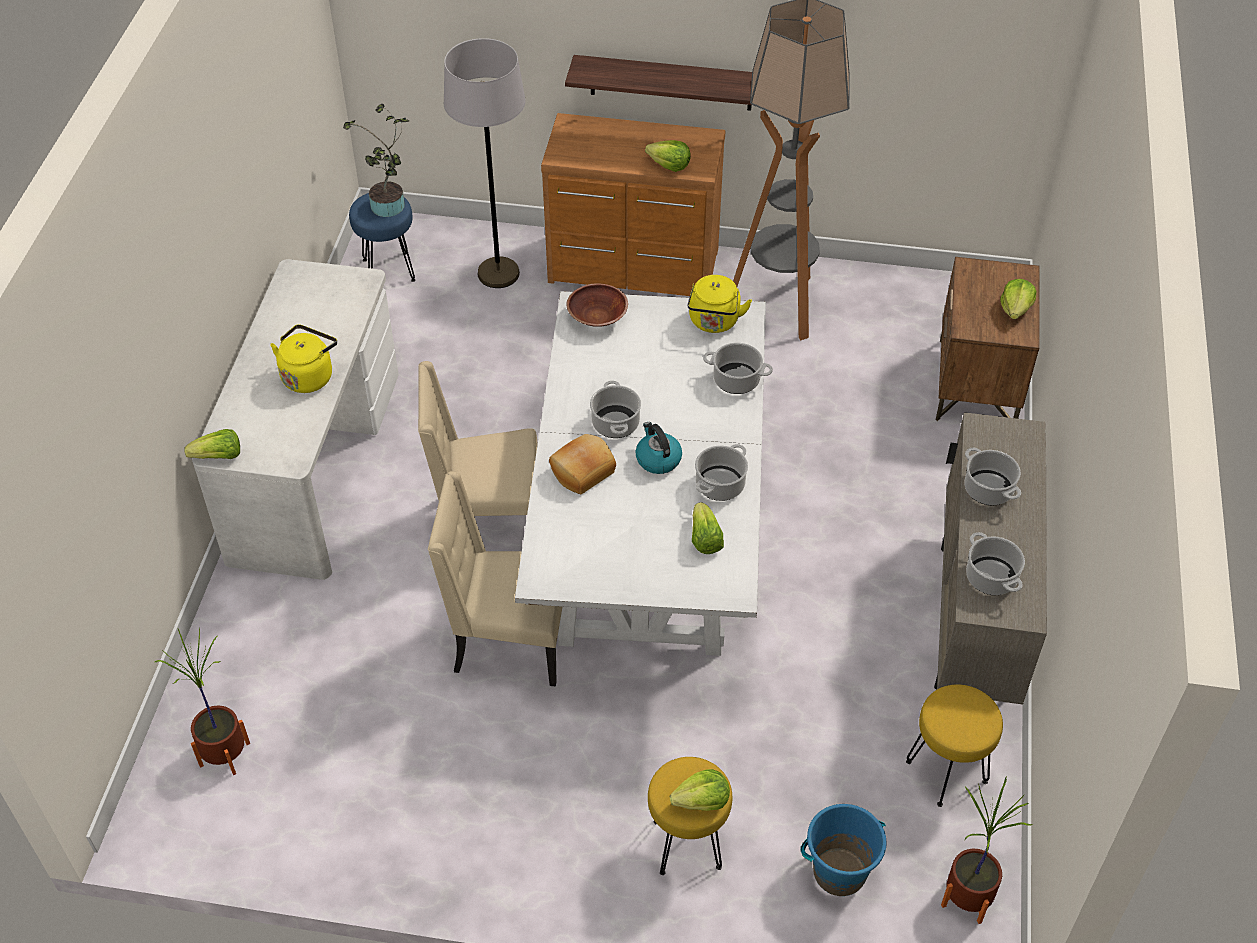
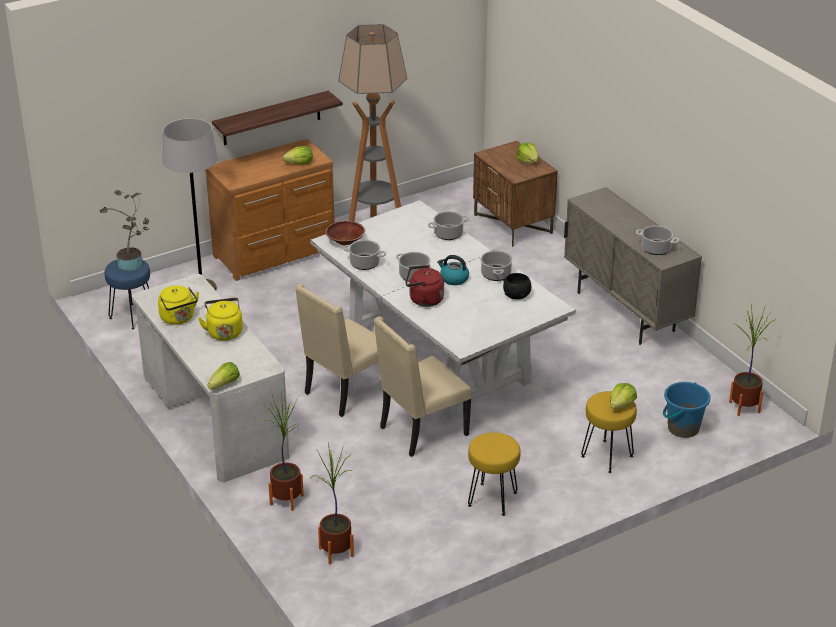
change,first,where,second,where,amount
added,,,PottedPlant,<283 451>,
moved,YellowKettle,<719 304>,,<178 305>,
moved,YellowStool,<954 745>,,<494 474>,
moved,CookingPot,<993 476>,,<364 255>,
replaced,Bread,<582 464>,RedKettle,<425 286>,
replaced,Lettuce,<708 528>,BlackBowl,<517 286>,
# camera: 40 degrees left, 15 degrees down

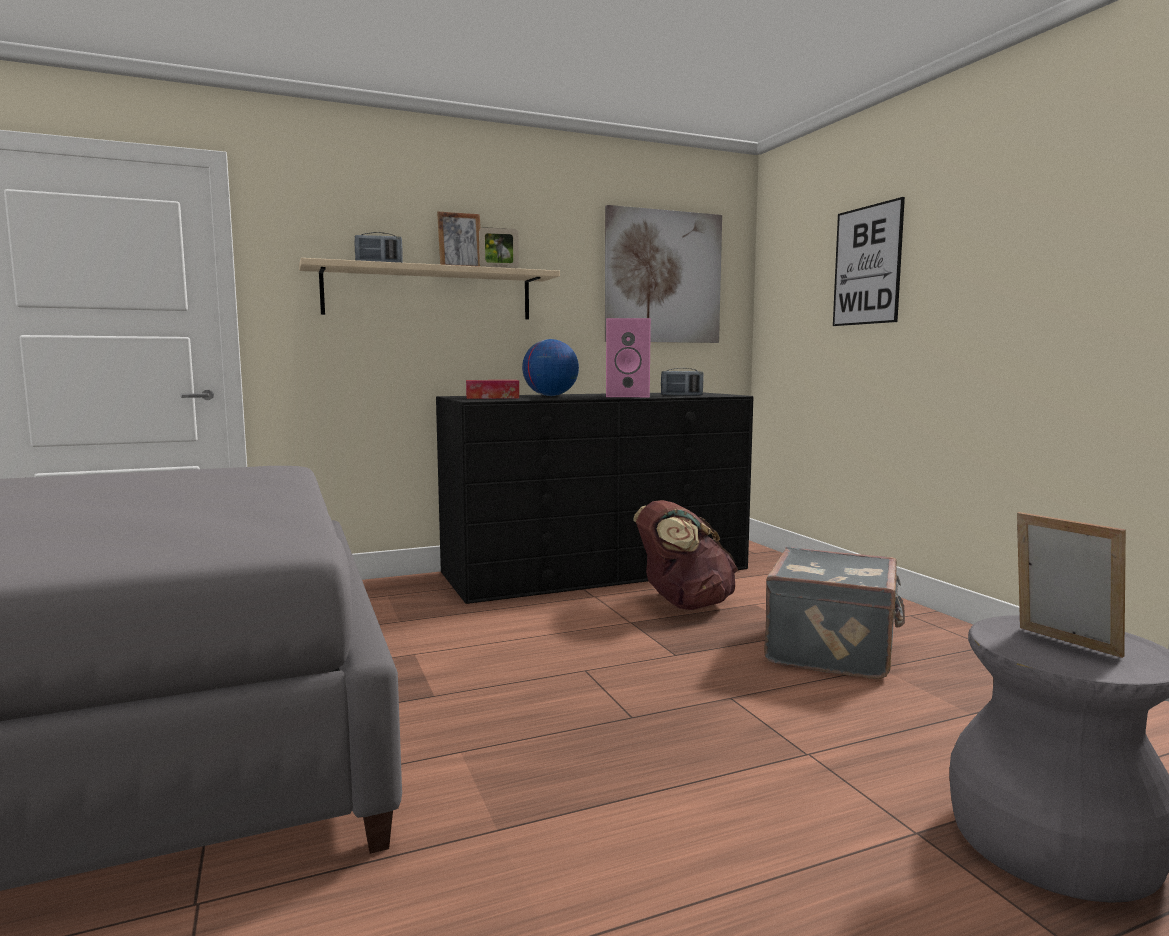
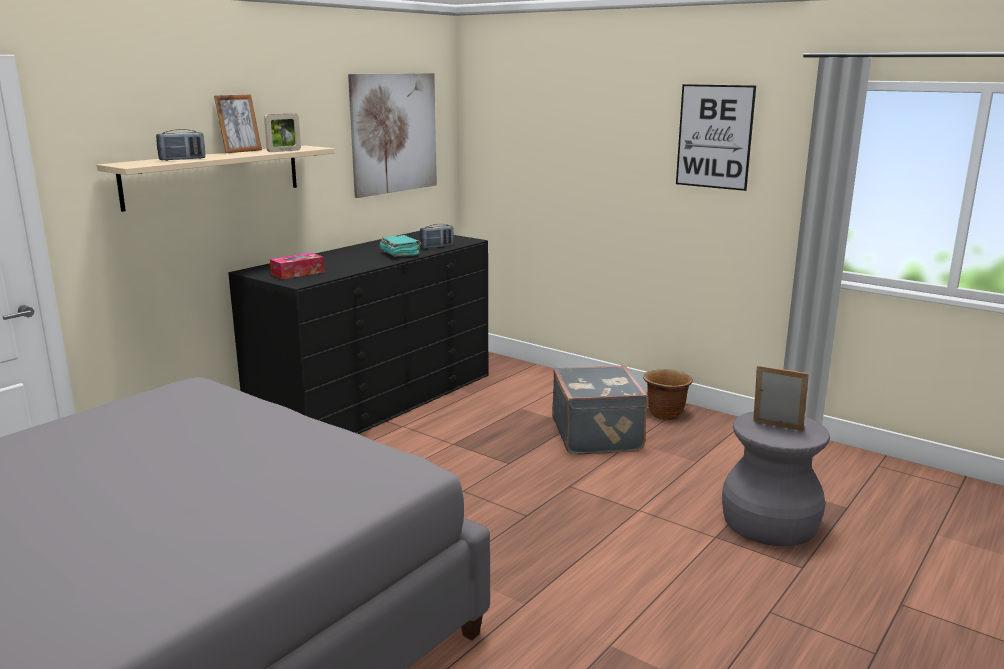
change,first,where,second,where,amount
removed,Globe,<550 367>,,,
removed,BrownBackpack,<685 555>,,,
added,,,BrownPlanter,<668 394>,
moved,Picture,<869 261>,,<716 137>,
replaced,PinkSpeaker,<628 357>,TurquoiseBook,<400 246>,
# camera: 30 degrees left, 10 degrees up

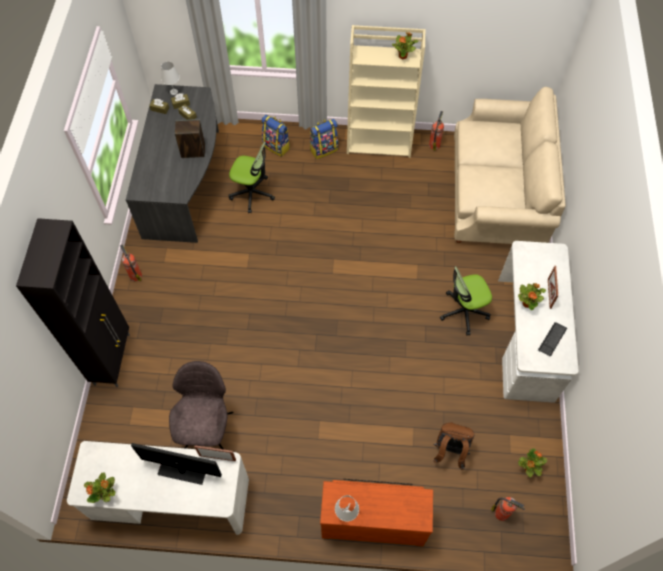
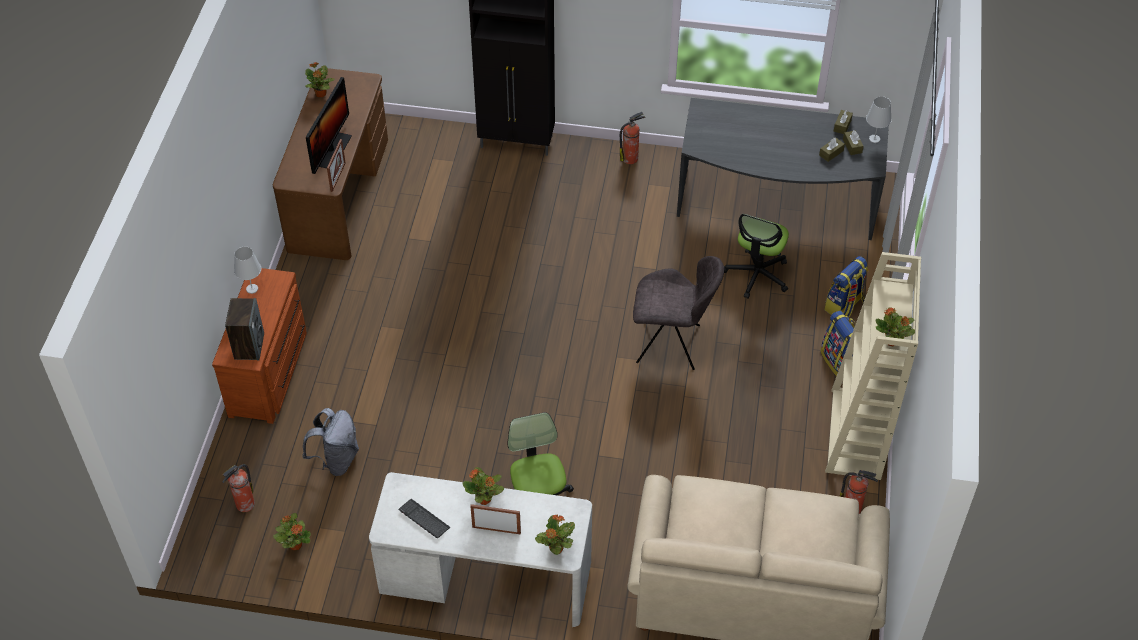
change,first,where,second,where,amount
added,,,PottedPlant,<555 535>,
moved,GreyChair,<201 405>,,<678 313>,
moved,Speaker,<190 138>,,<244 329>,
recoloured,WhiteDesk,<158 488>,BrownDesk,<330 164>,
recoloured,BrownBackpack,<454 446>,GreyBackpack,<330 442>,
# camera: 95 degrees right, 10 degrees down

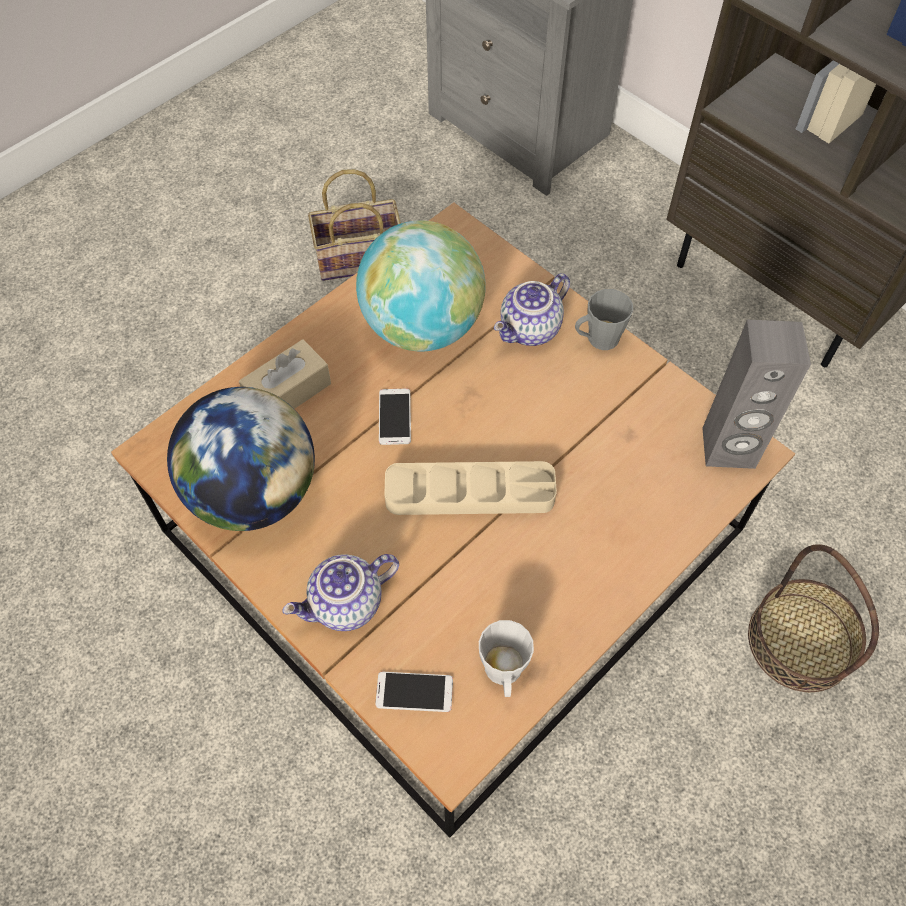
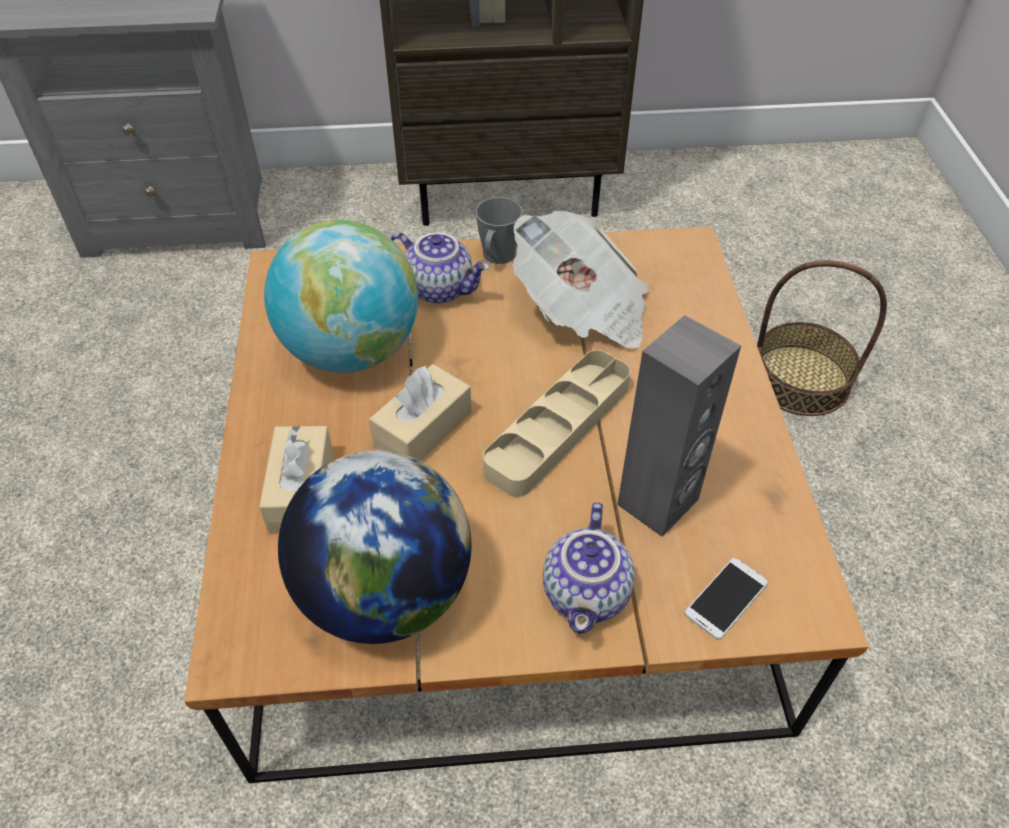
change,first,where,second,where,amount
removed,Basket,<354 225>,,,
removed,GreyMug,<506 658>,,,
added,,,Newspaper,<580 280>,
moved,GreySpeaker,<756 394>,,<679 426>,
replaced,Phone,<395 417>,BeigeTissueBox,<420 412>,
turned,Teapot,<532 309>,,<440 268>,60 degrees counterclockwise
# camera: 50 degrees left, 10 degrees down

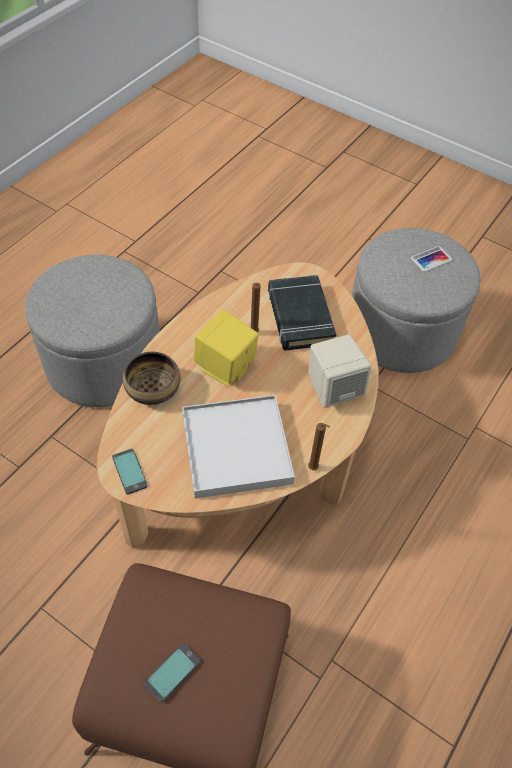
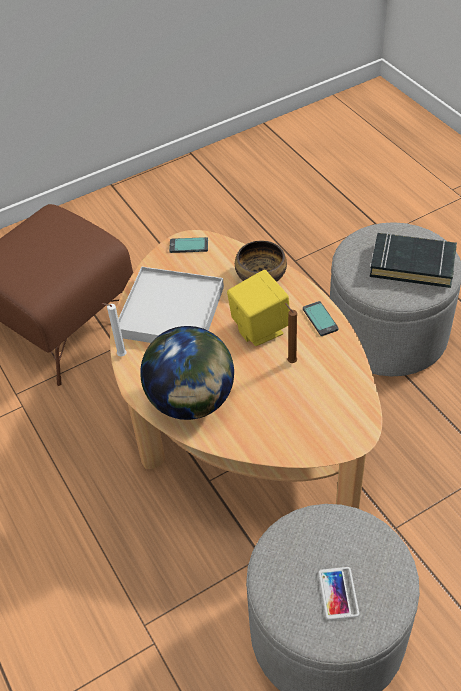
change,first,where,second,where,amount
moved,Phone,<173 672>,,<320 318>,
moved,BlackBook,<302 313>,,<413 260>,
replaced,BeigeSpeaker,<339 371>,Globe,<187 373>,
recoloured,BrownCandle,<319 446>,WhiteCandle,<114 330>,
# camera: 120 degrees right, 5 degrees down

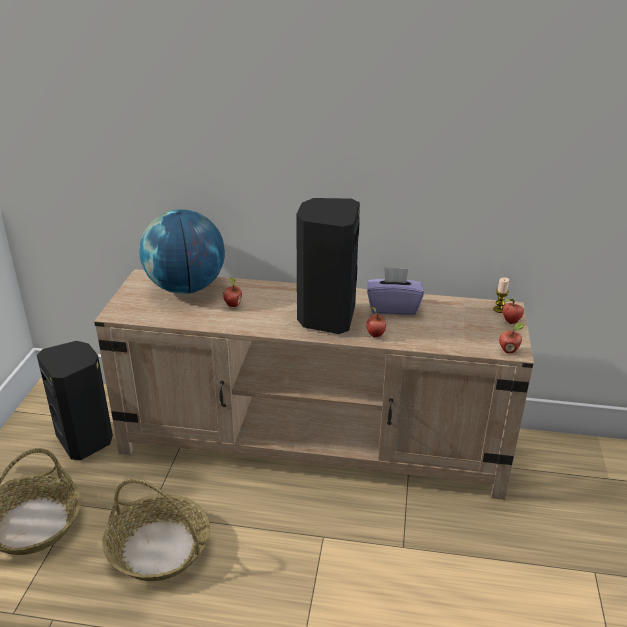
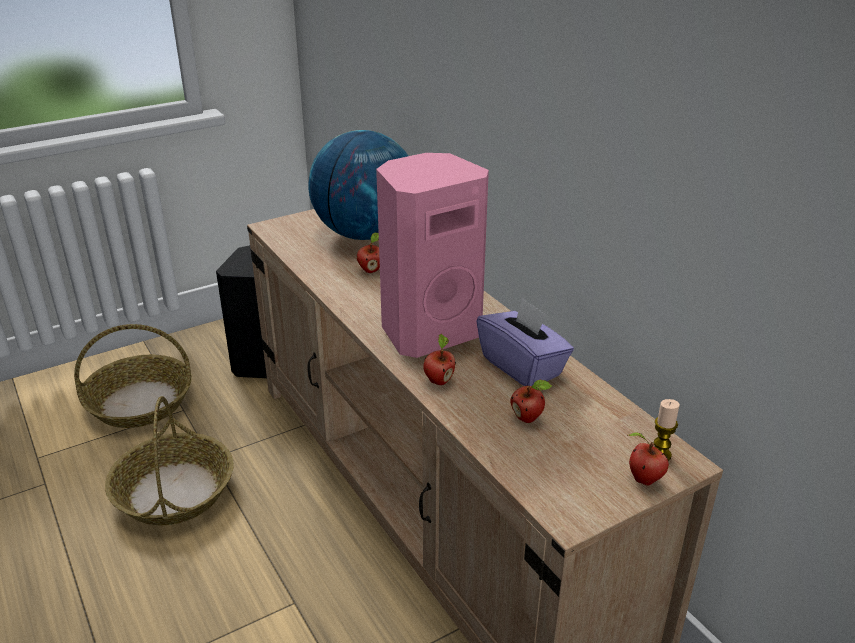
change,first,where,second,where,amount
moved,Apple,<511 338>,,<531 401>,
recoloured,BlackSpeaker,<328 266>,PinkSpeaker,<432 255>,
# camera: 50 degrees right, 0 degrees up

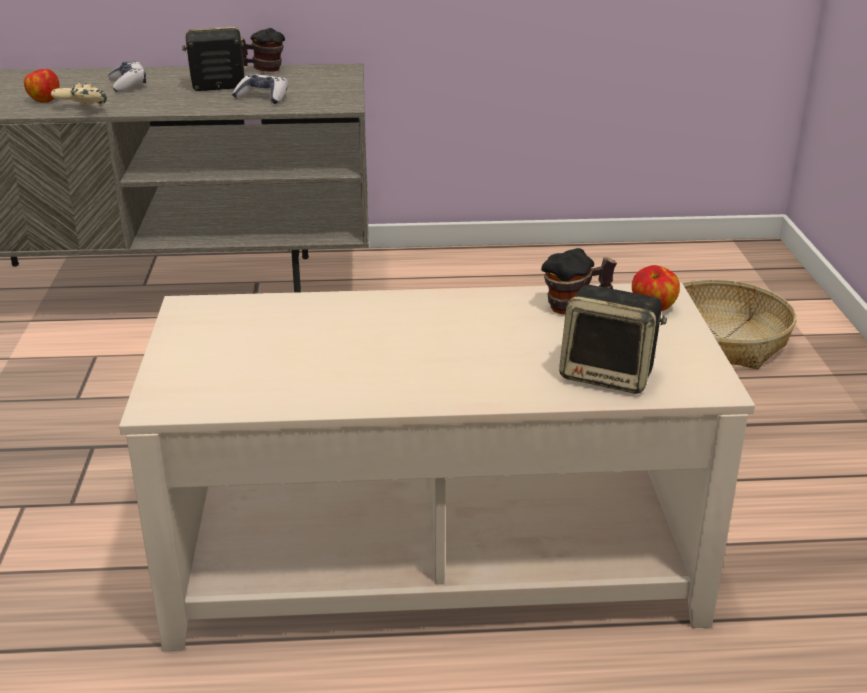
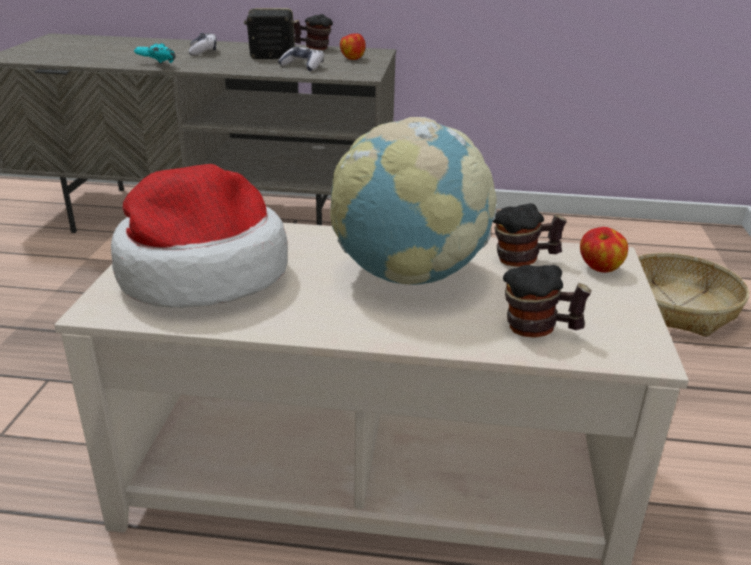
change,first,where,second,where,amount
added,,,Hat,<199 236>,
added,,,Globe,<413 201>,
moved,Apple,<41 86>,,<353 47>,
replaced,Speaker,<613 339>,Mug,<547 301>,
recoloured,BeigeGameController,<79 94>,TurquoiseGameController,<155 53>,
# camera: 10 degrees right, 0 degrees up

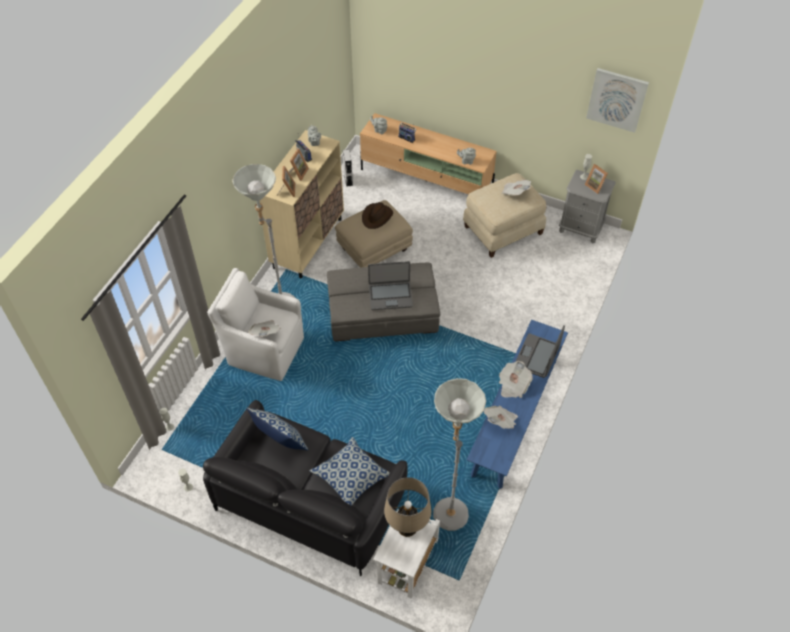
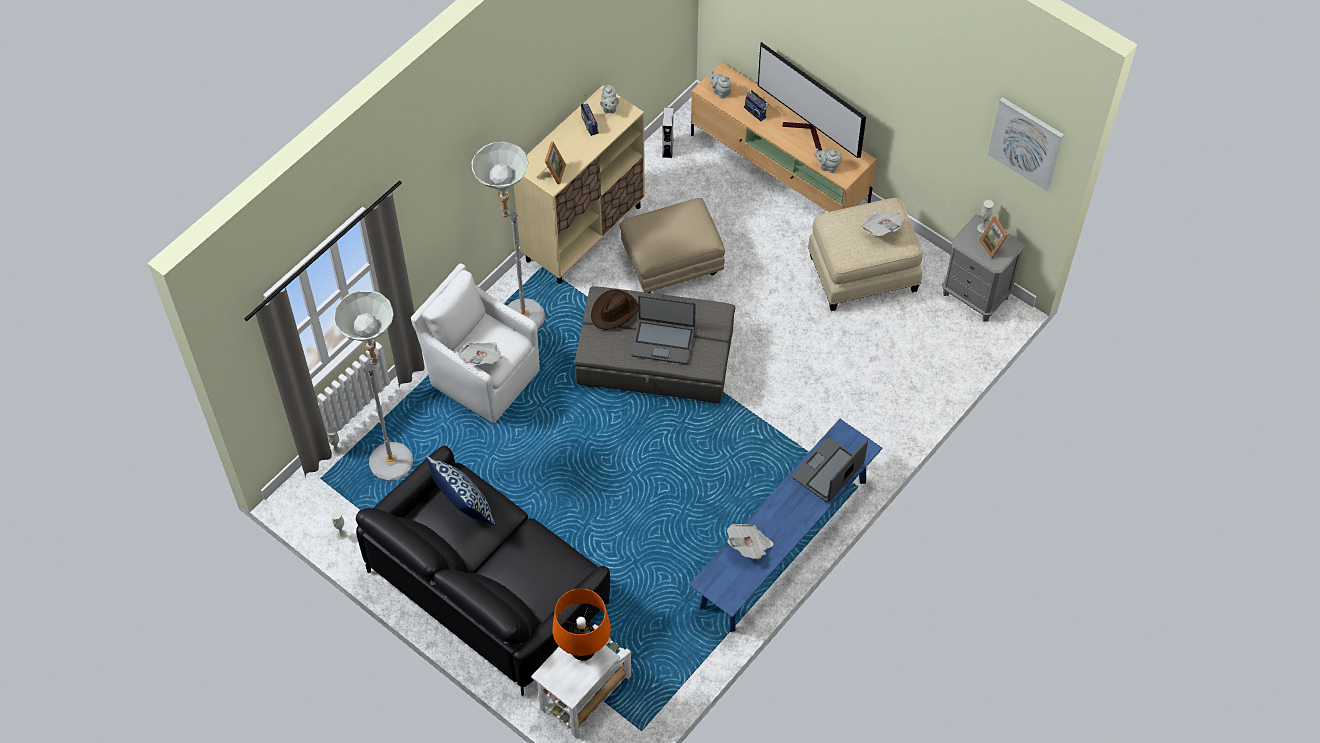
change,first,where,second,where,amount
removed,PictureFrame,<298 165>,,,
removed,Pillow,<350 471>,,,
removed,Newspaper,<515 379>,,,
added,,,Television,<812 100>,
moved,BrownHat,<377 215>,,<614 309>,
moved,GreyFloorLamp,<459 454>,,<373 385>,
recoloured,BeigeTableLamp,<407 507>,OrangeTableLamp,<581 624>,
# camera: 15 degrees right, 5 degrees up

